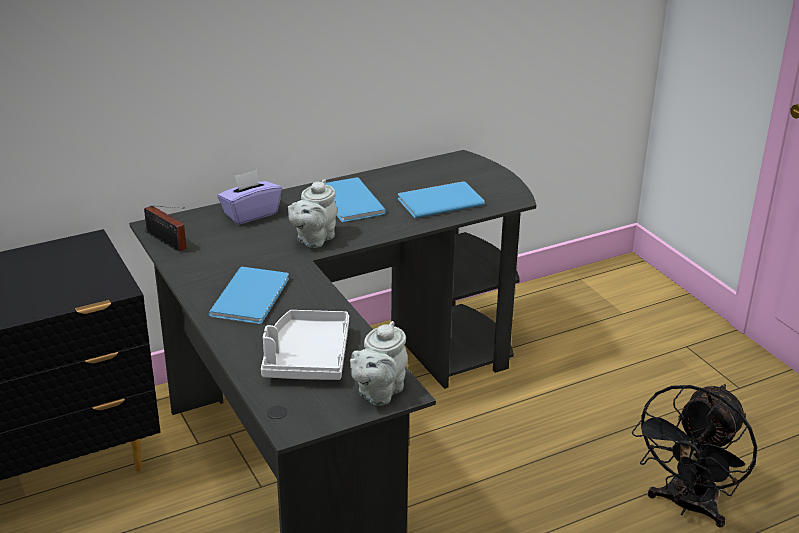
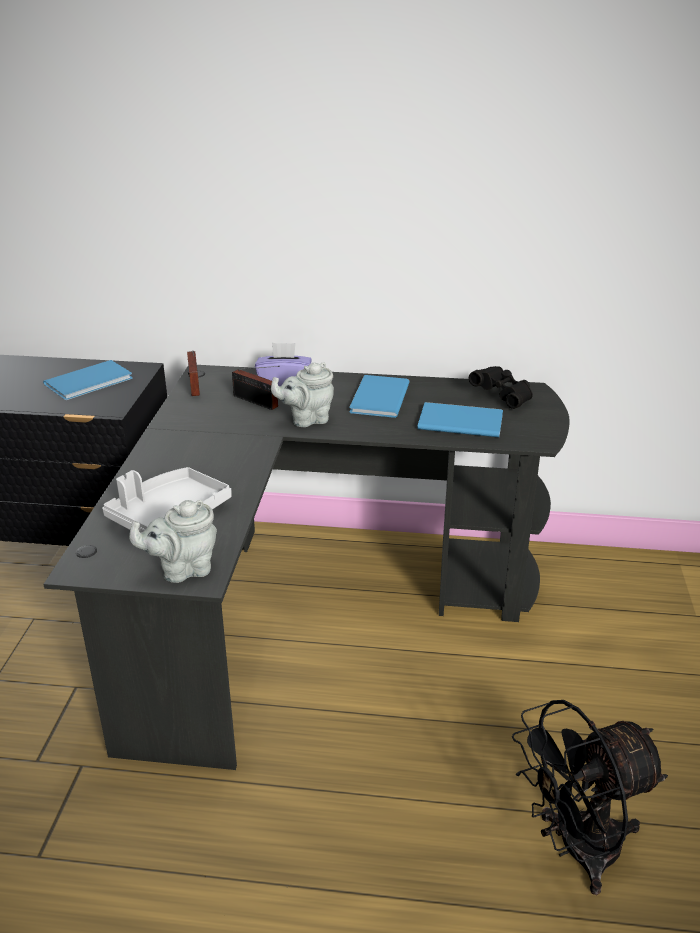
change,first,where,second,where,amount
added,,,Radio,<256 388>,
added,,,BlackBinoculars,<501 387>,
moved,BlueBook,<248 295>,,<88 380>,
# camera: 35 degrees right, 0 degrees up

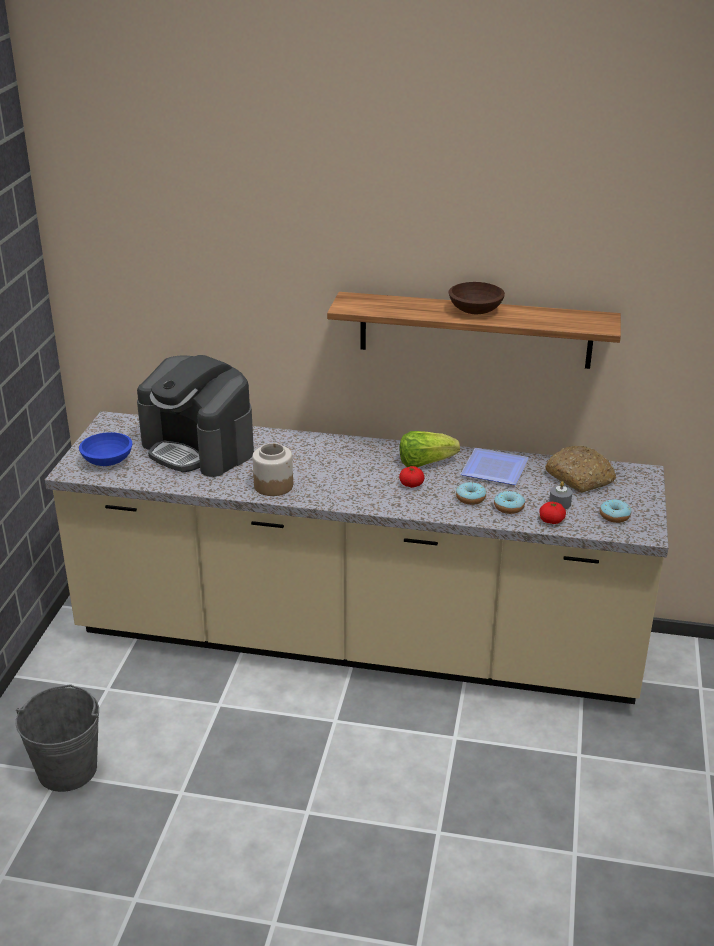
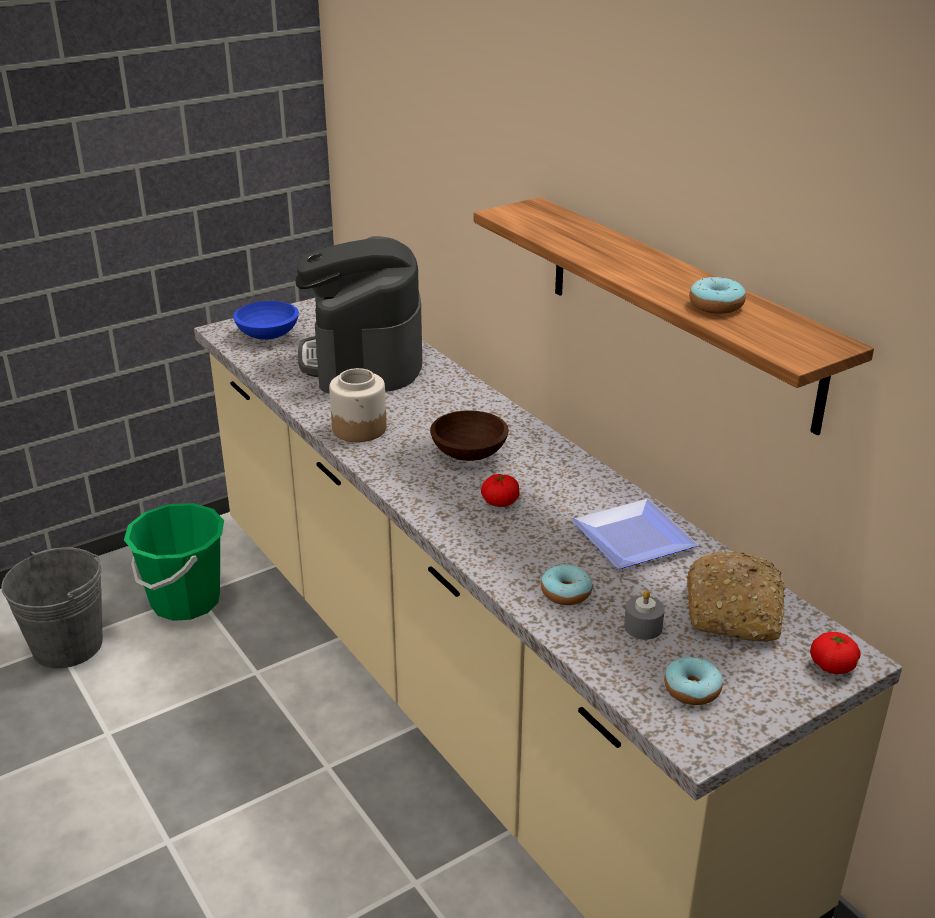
change,first,where,second,where,amount
removed,Lettuce,<429 449>,,,
added,,,GreenBucket,<174 562>,
moved,BrownBowl,<477 298>,,<469 435>,
moved,Donut,<471 493>,,<717 295>,
moved,Tomato,<552 513>,,<835 653>,
# camera: 45 degrees right, 0 degrees up

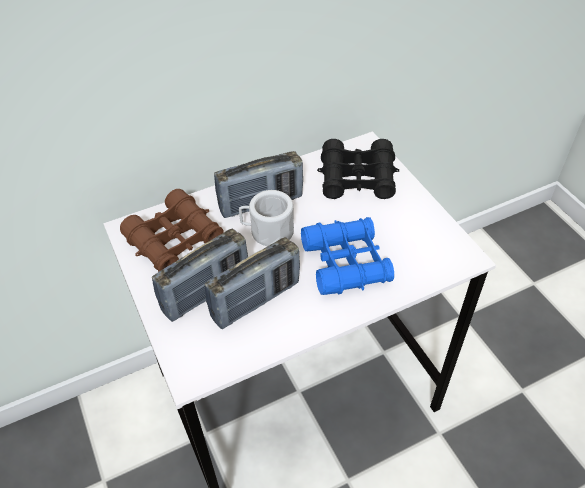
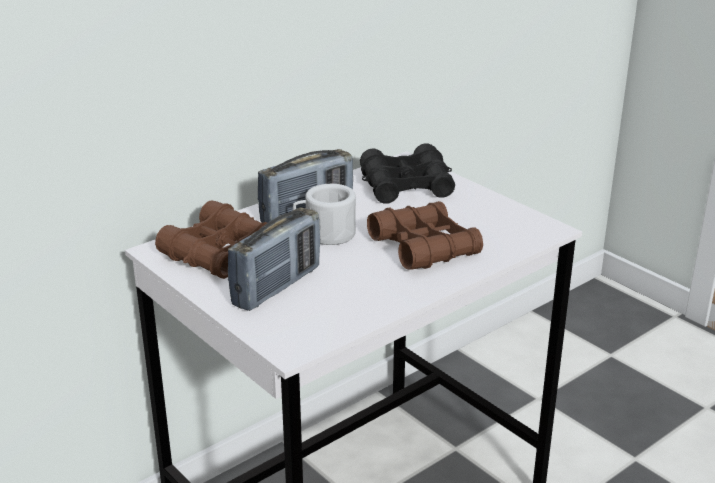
change,first,where,second,where,amount
removed,Radio,<252 283>,,,
recoloured,BlueBinoculars,<347 256>,BrownBinoculars,<425 235>,
# camera: 15 degrees left, 20 degrees down

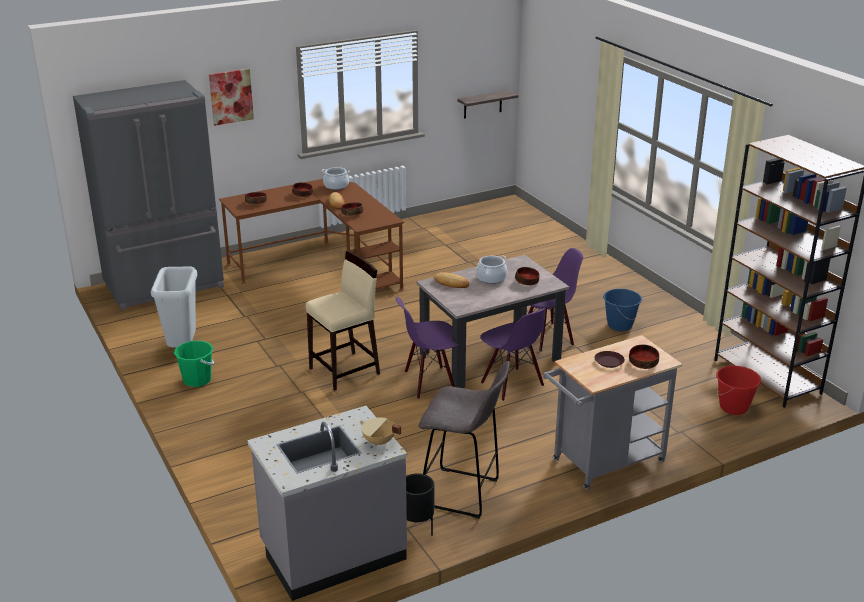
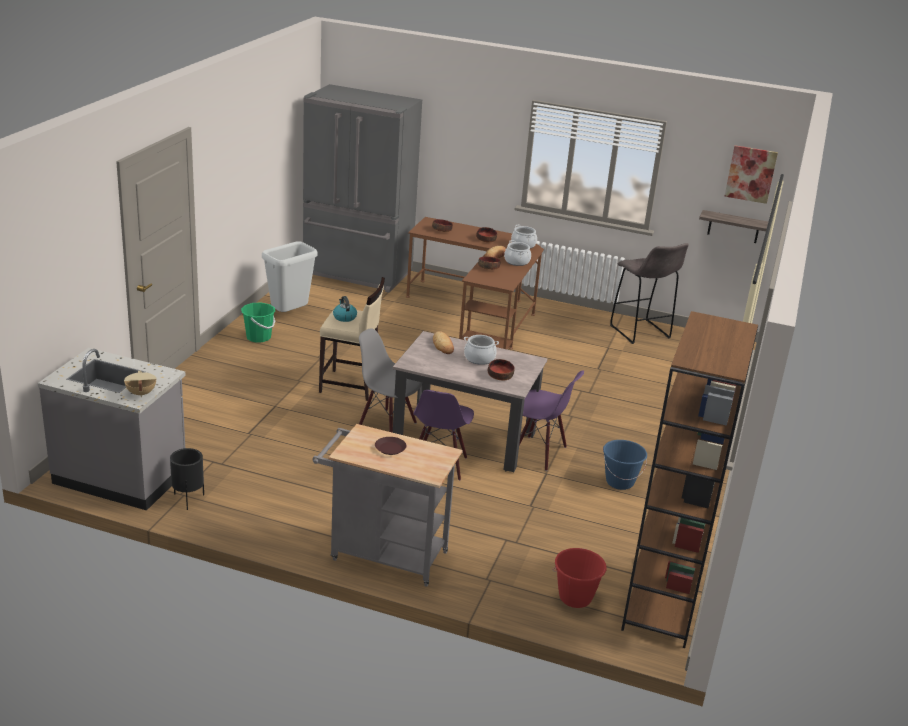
change,first,where,second,where,amount
removed,Bowl,<644 357>,,,
added,,,Kettle,<345 309>,
added,,,CookingPot,<517 253>,
moved,Picture,<231 97>,,<751 174>,
moved,GreyStool,<464 439>,,<649 293>,
recoloured,PurpleChair,<428 348>,GreyChair,<390 380>,
# camera: 45 degrees right, 0 degrees up

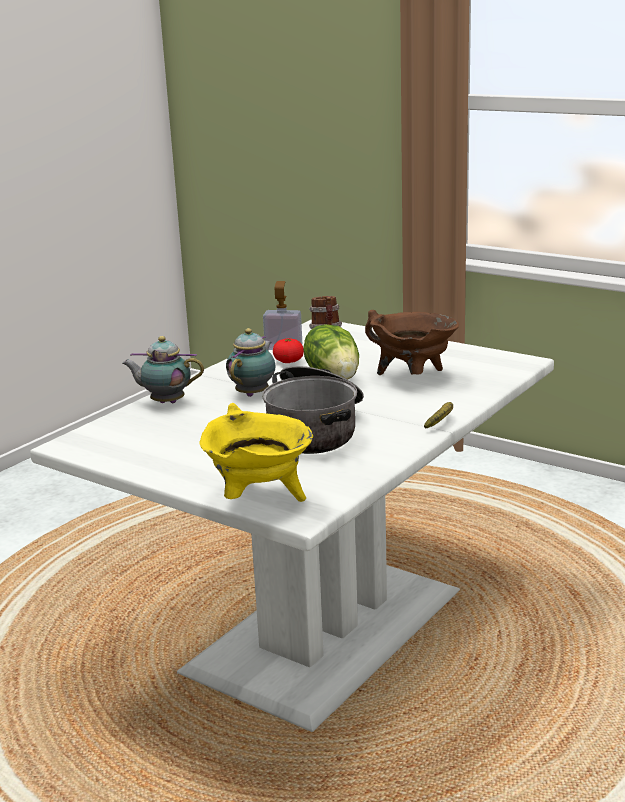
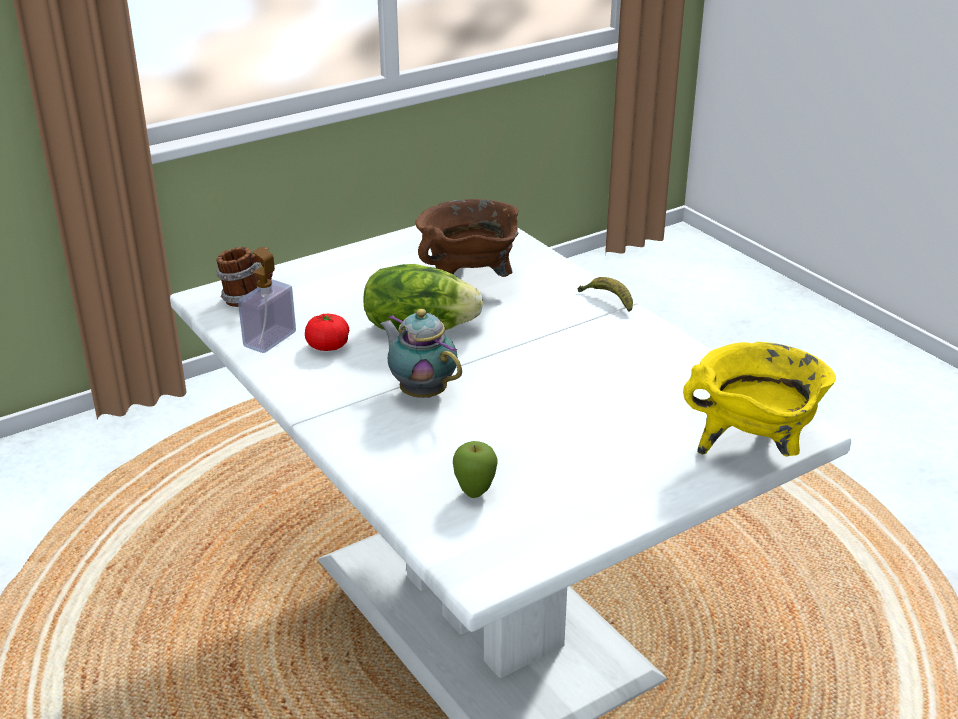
change,first,where,second,where,amount
removed,Teapot,<163 369>,,,
removed,CookingPot,<313 410>,,,
added,,,Apple,<475 469>,
# camera: 70 degrees left, 10 degrees up

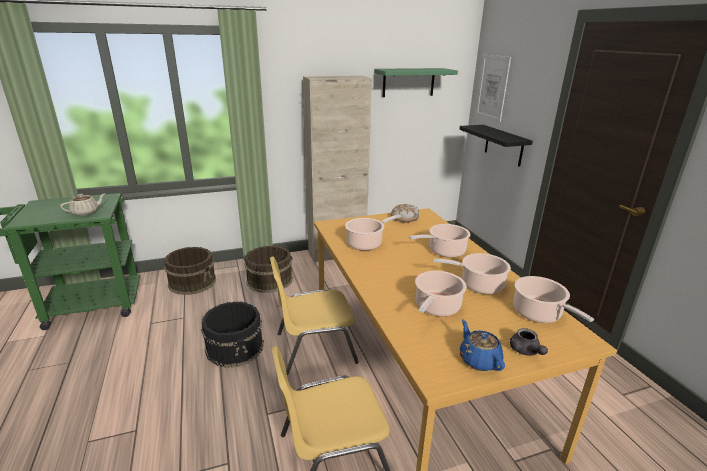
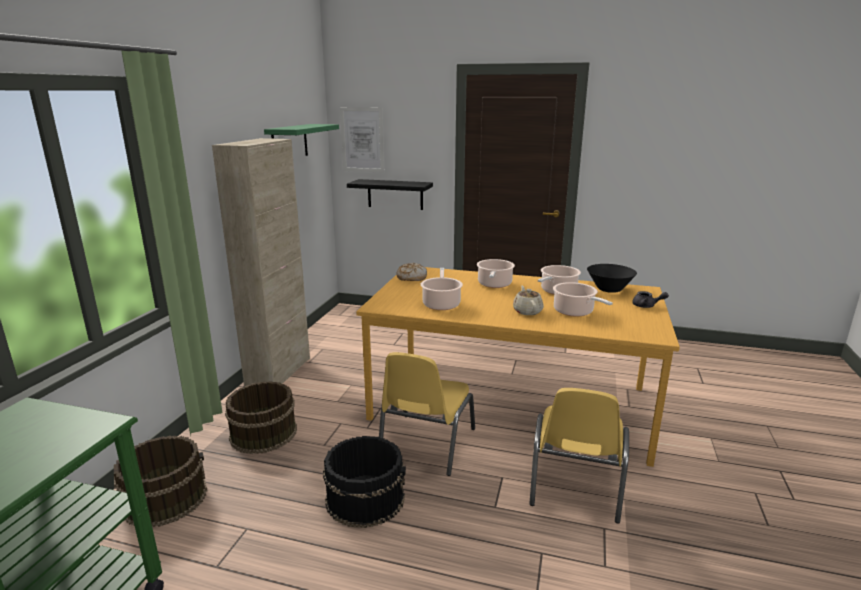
change,first,where,second,where,amount
removed,BlueTeapot,<482 345>,,,
moved,BeigeTeapot,<83 204>,,<528 300>,
replaced,CookingPot,<553 299>,BlackBowl,<612 278>,
# camera: 55 degrees left, 5 degrees down

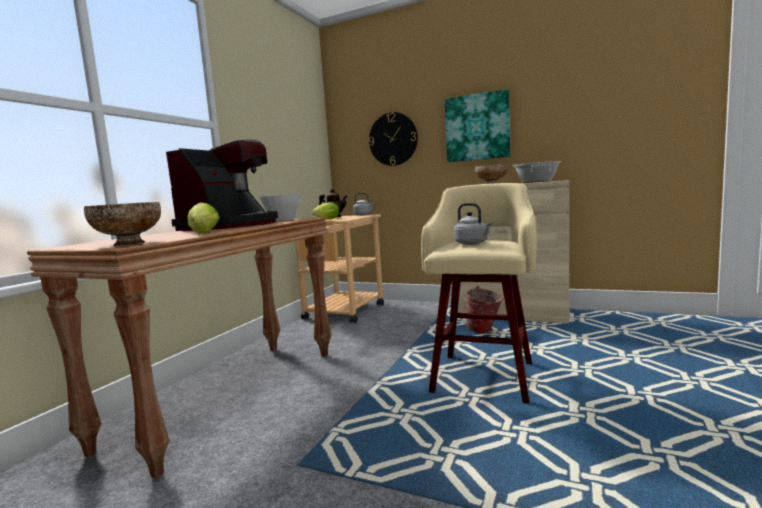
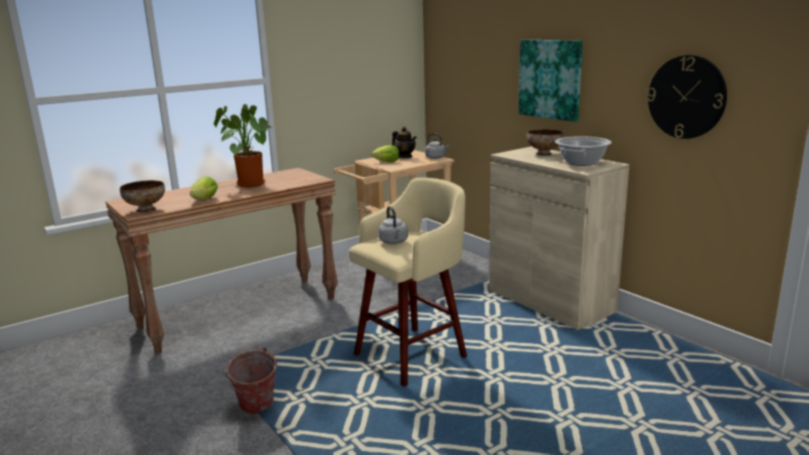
change,first,where,second,where,amount
removed,WhiteBowl,<280 207>,,,
moved,WallClock,<393 139>,,<687 97>,
moved,Bucket,<483 309>,,<250 380>,
replaced,CoffeeMachine,<222 185>,PottedPlant,<243 145>,
# camera: 30 degrees right, 10 degrees up

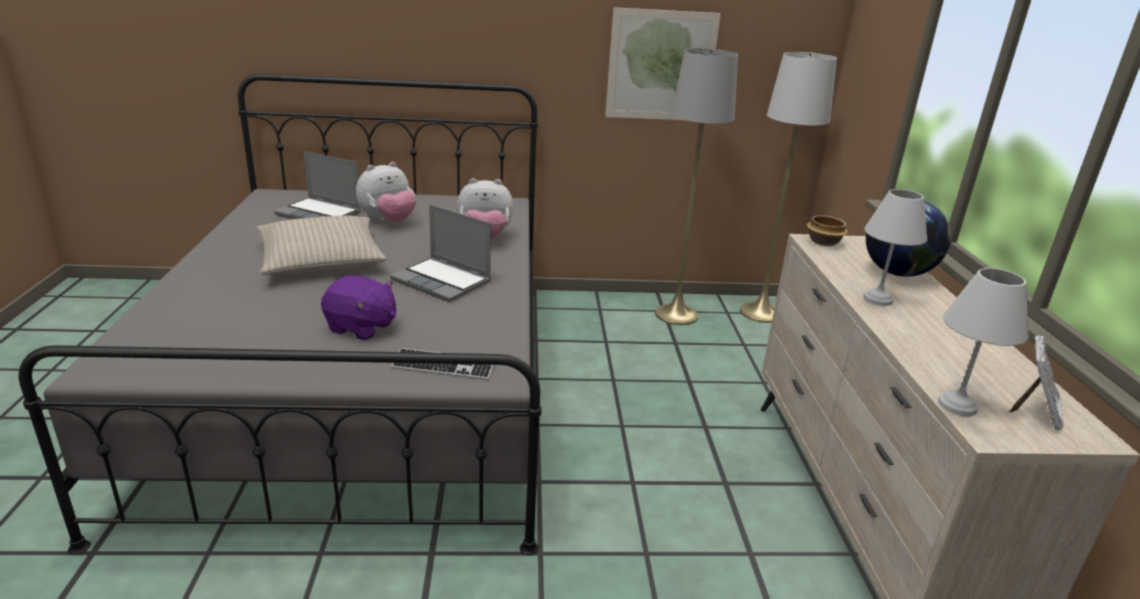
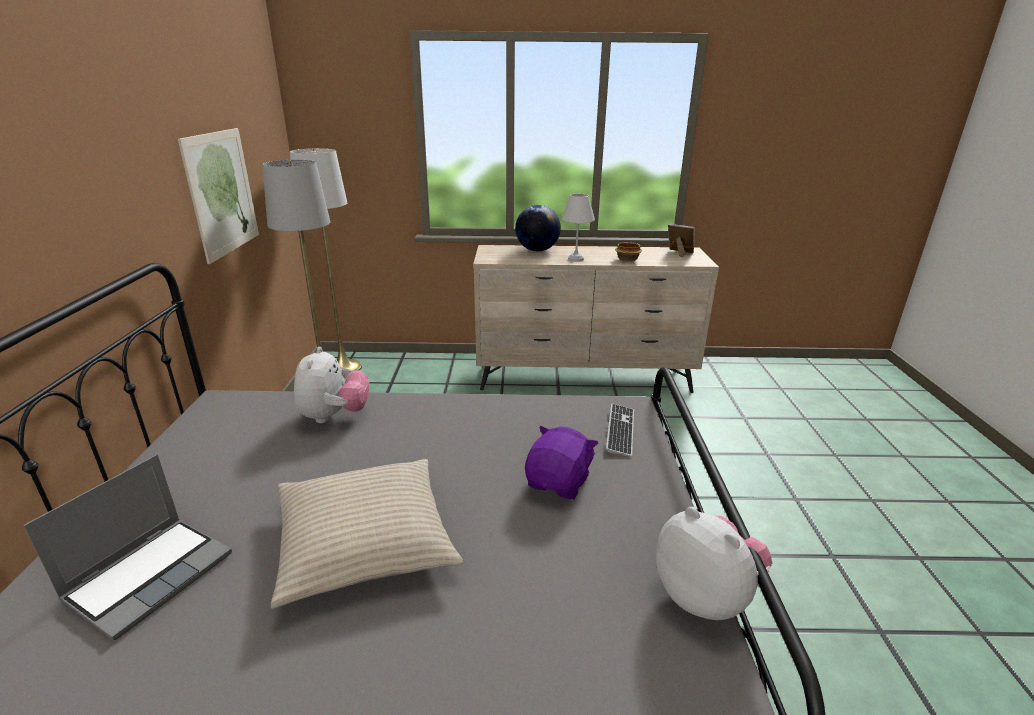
change,first,where,second,where,amount
removed,Laptop,<440 253>,,,
removed,WhiteTableLamp,<983 342>,,,
moved,PlushToy,<386 192>,,<713 563>,
moved,Bowl,<827 230>,,<628 252>,
# camera: 85 degrees left, 0 degrees up

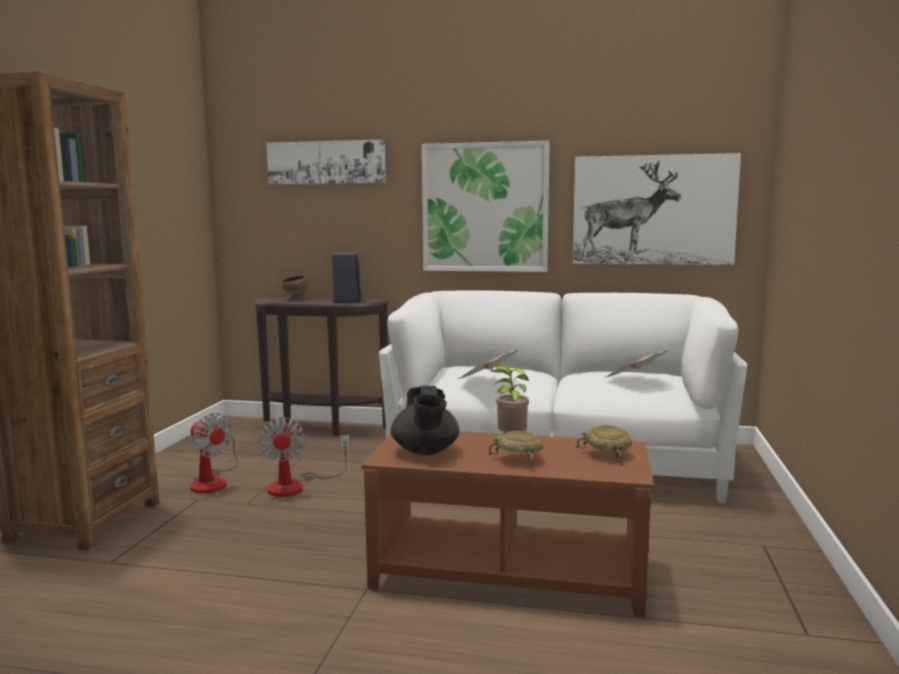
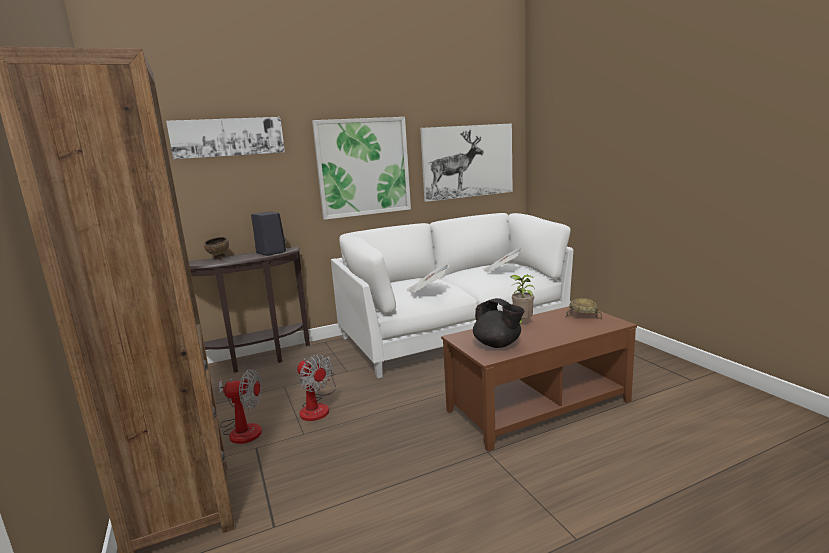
change,first,where,second,where,amount
removed,BeigeBowl,<515 449>,,,
# camera: 35 degrees left, 5 degrees up

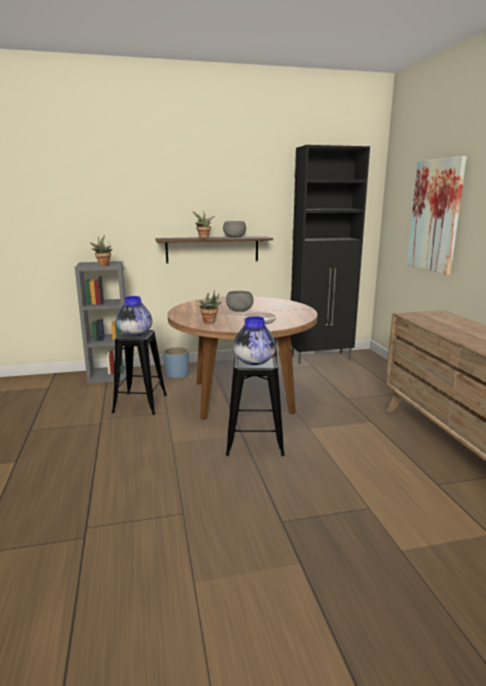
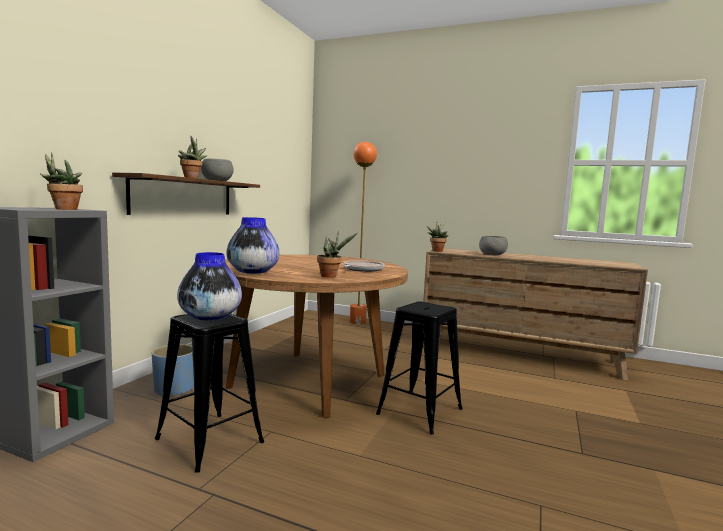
change,first,where,second,where,amount
removed,BlackCabinet,<330 254>,,,
removed,Picture,<437 215>,,,
added,,,OrangeFloorLamp,<363 233>,
added,,,PottedPlant,<438 236>,
moved,GreyBowl,<240 301>,,<493 245>,
moved,Vase,<254 340>,,<253 245>,
# camera: 55 degrees left, 10 degrees down

